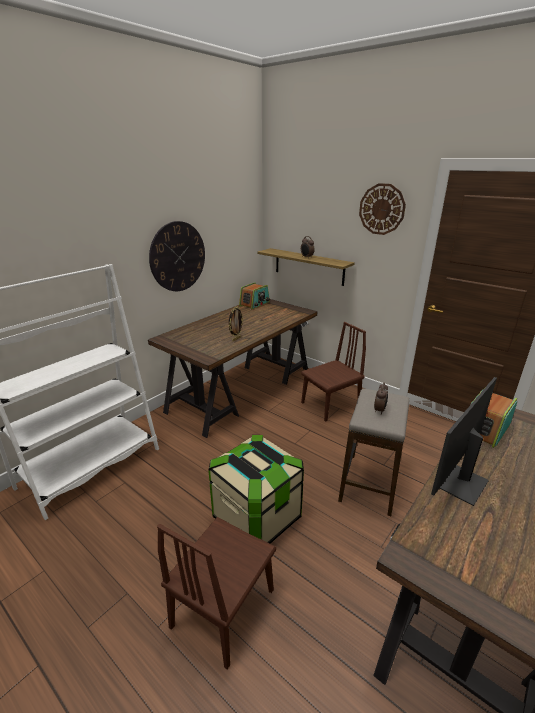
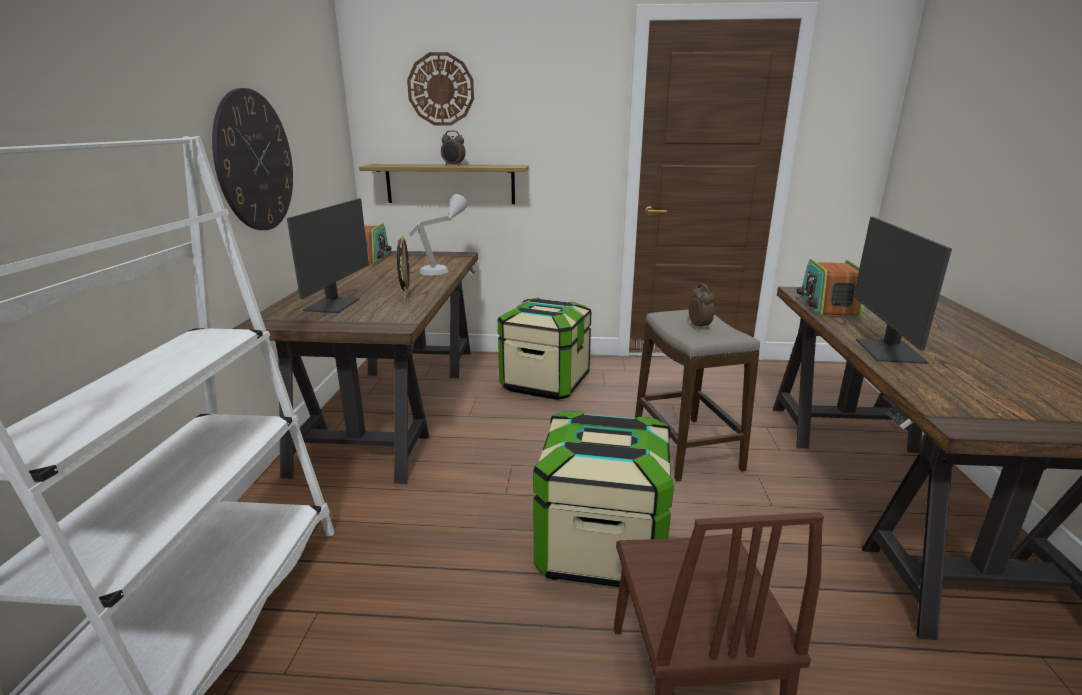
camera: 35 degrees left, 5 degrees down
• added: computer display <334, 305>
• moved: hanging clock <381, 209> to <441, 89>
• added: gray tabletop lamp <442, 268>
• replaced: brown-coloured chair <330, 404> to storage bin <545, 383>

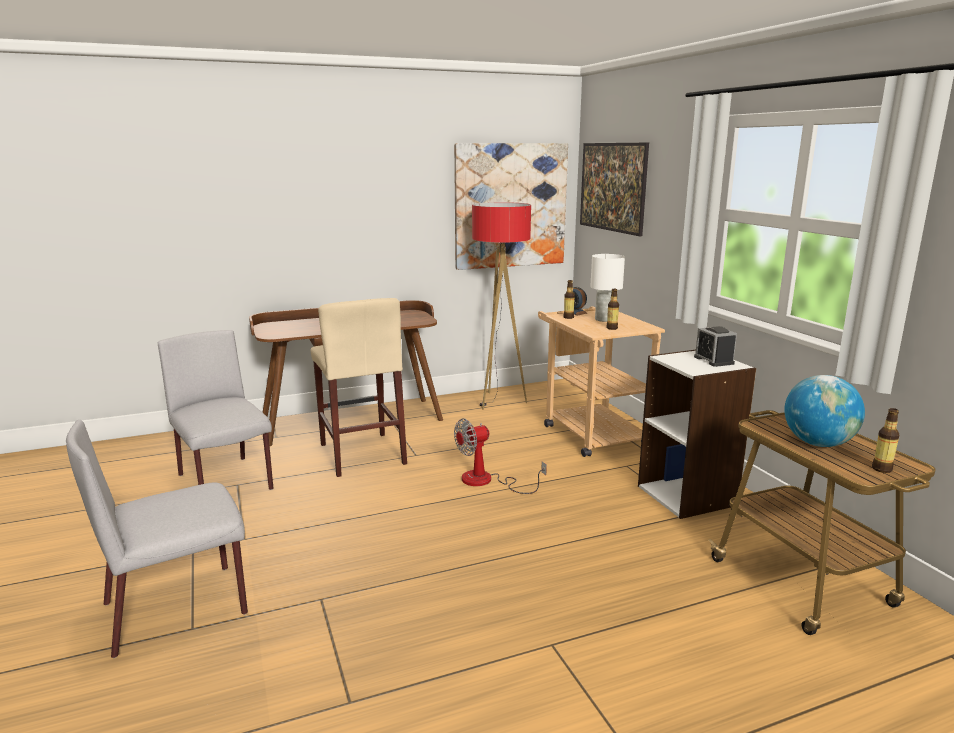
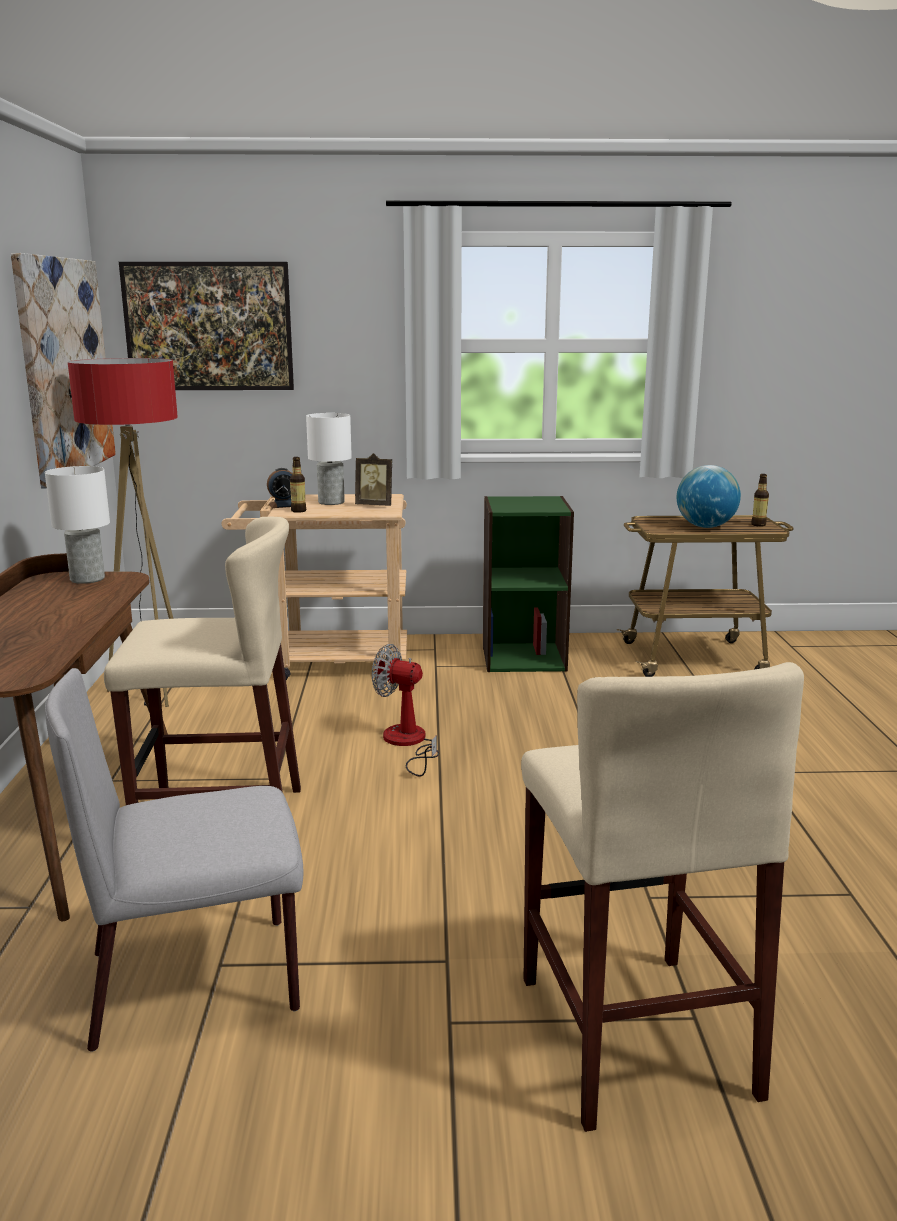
camera: 70 degrees left, 0 degrees up
• added: white tabletop lamp <86, 579>
• replaced: drink bottle <612, 328> to standing frame <375, 505>
• turned: cooling fan <487, 481> = <408, 743> 120 degrees clockwise
• recoloured: white shelving unit <687, 495> to greenish shelving unit <523, 657>
• replaced: gray chair <178, 607> to sand-coloured stool seat <634, 1035>
• removed: table clock <713, 360>

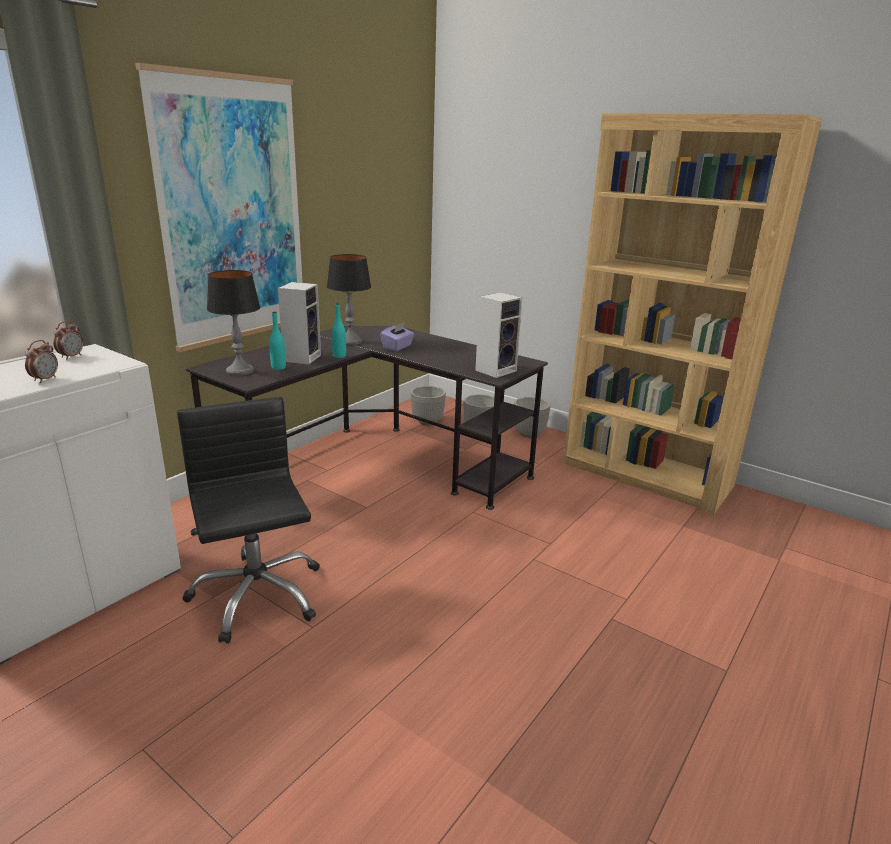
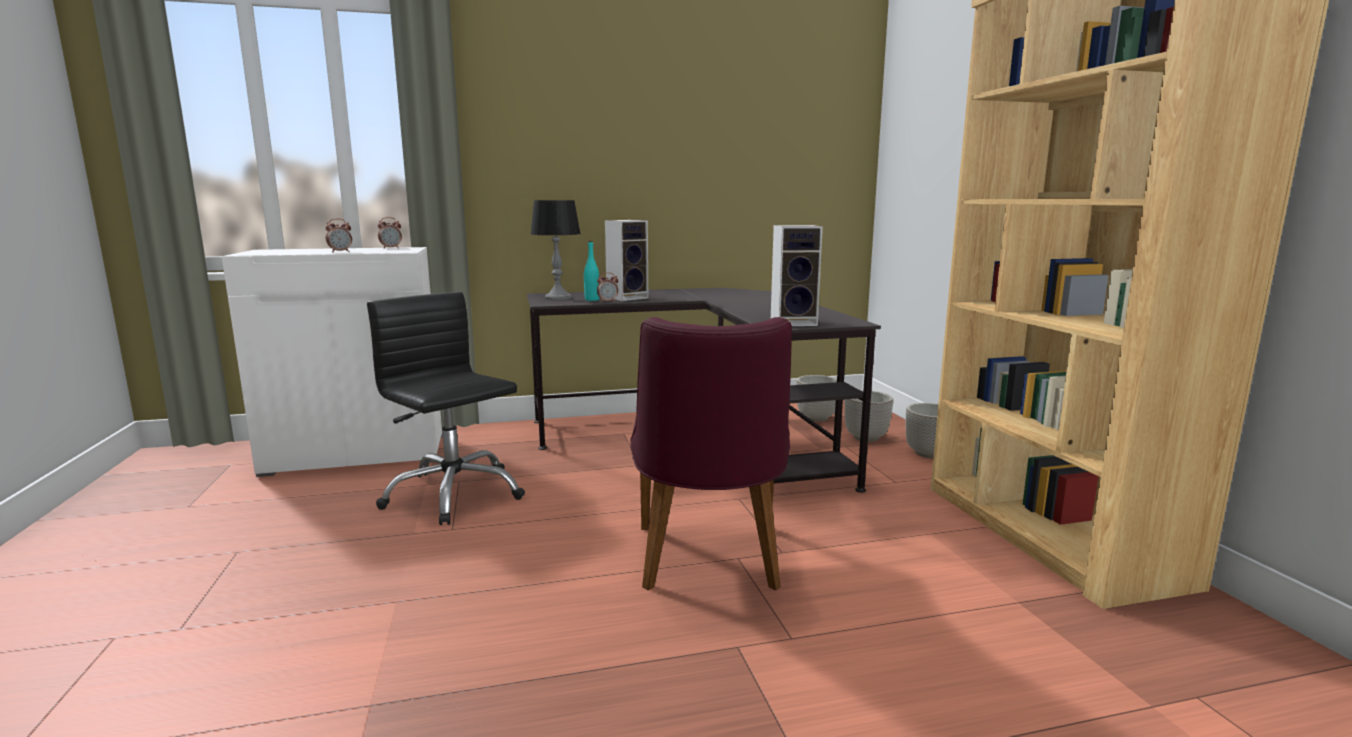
camera: 40 degrees right, 10 degrees down
• turned: black-coloured desk chair <256, 595> = <453, 494> 60 degrees counterclockwise
• added: table clock <608, 302>
• added: purple-coloured chair <708, 564>
• removed: wall picture <233, 213>
• removed: tabletop lamp <350, 342>
• removed: turquoise-coloured drink bottle <339, 356>
• removed: purple-coloured tissue box <397, 347>

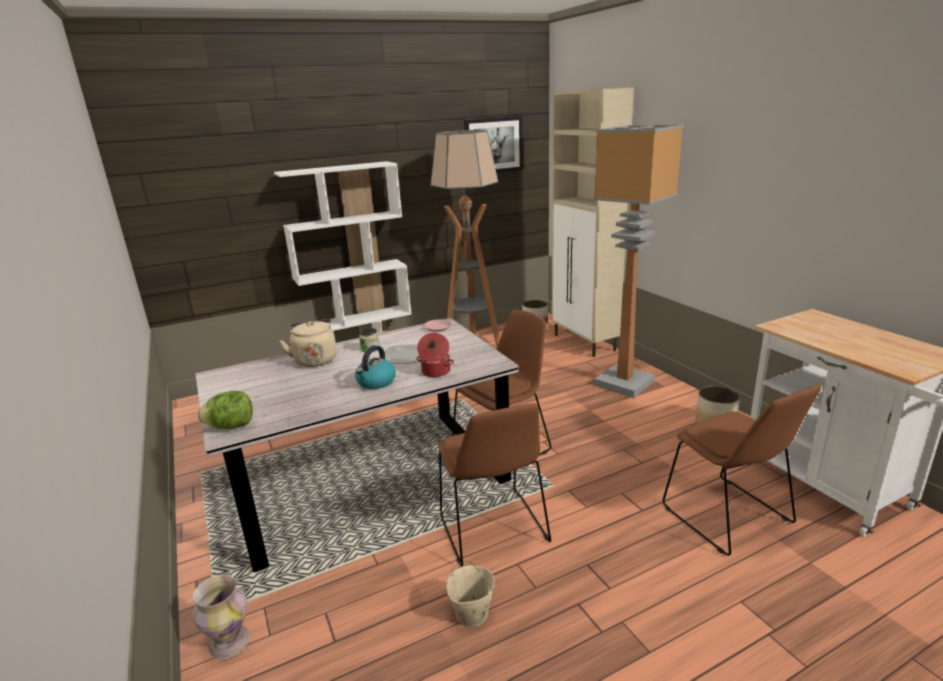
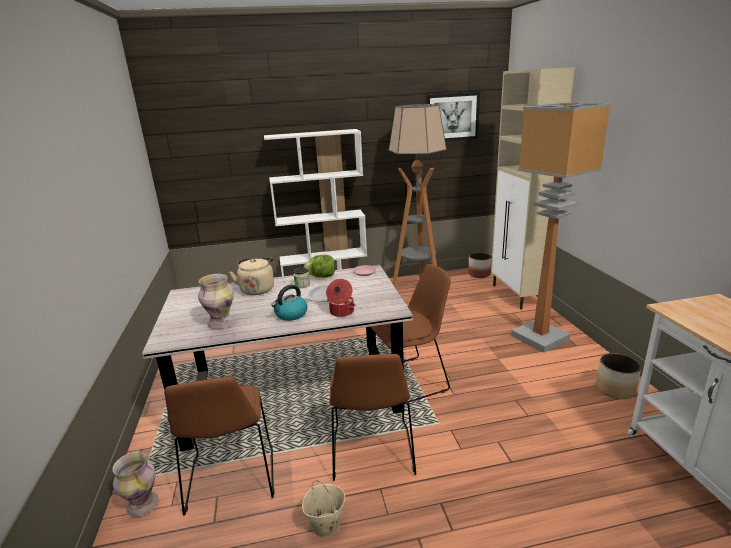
camera: 15 degrees right, 0 degrees up
• moved: brown-coloured chair <729, 517> to <231, 480>
• added: vase <222, 323>
• moved: lettuce head <231, 426> to <321, 276>

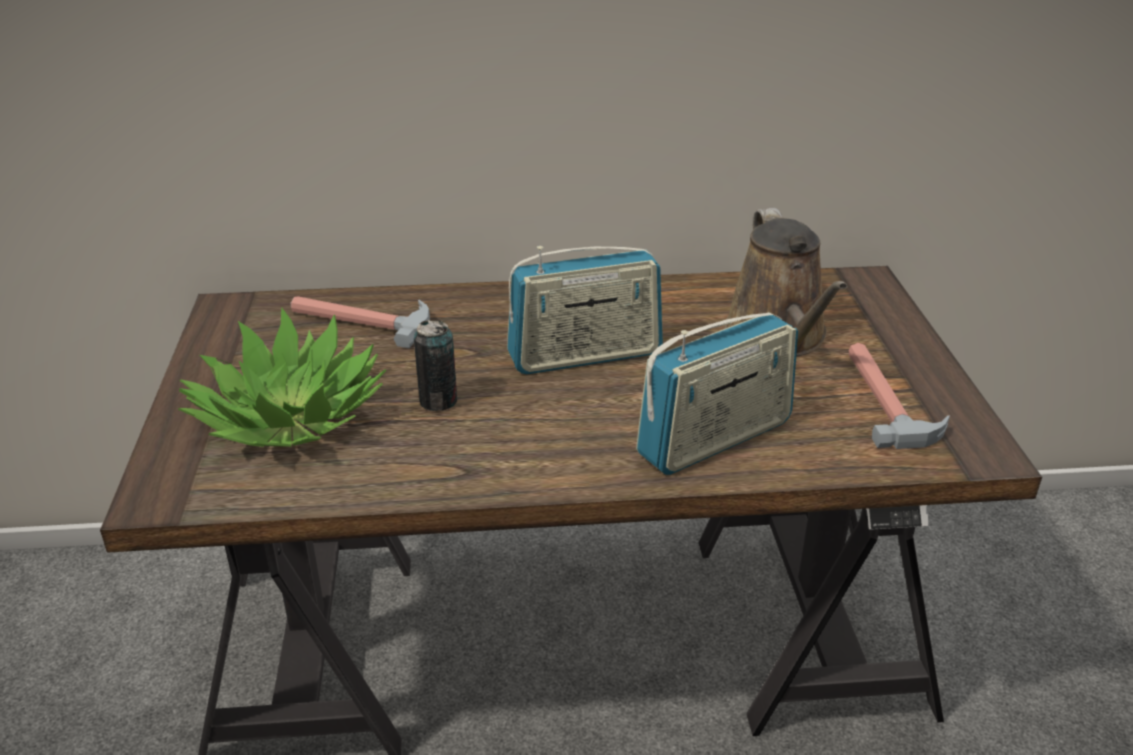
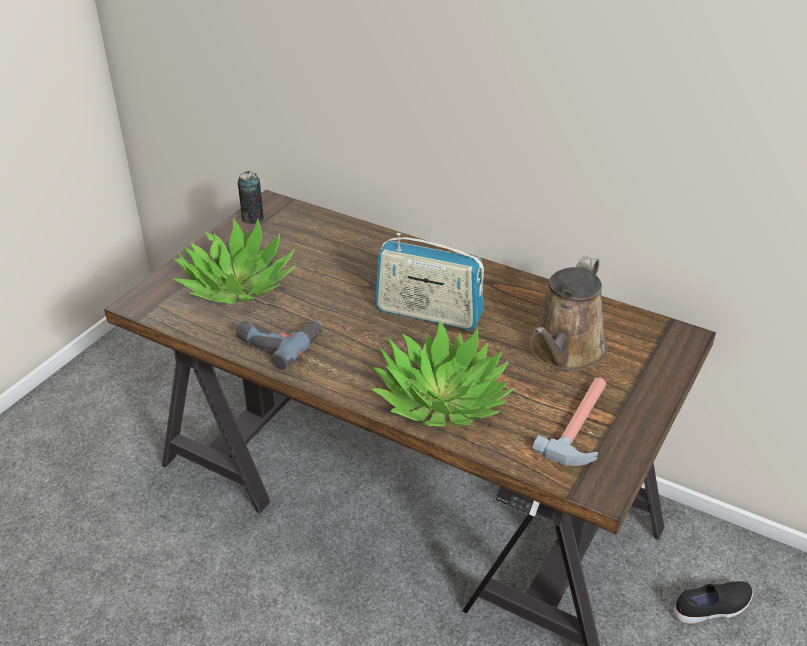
camera: 35 degrees right, 5 degrees up
• added: power drill <278, 341>
• moved: metal can <438, 401> to <253, 218>
• replaced: radio receiver <715, 439> to houseplant <441, 399>
• added: black-coloured item of footwear <712, 609>
• removed: tool hammer <361, 320>

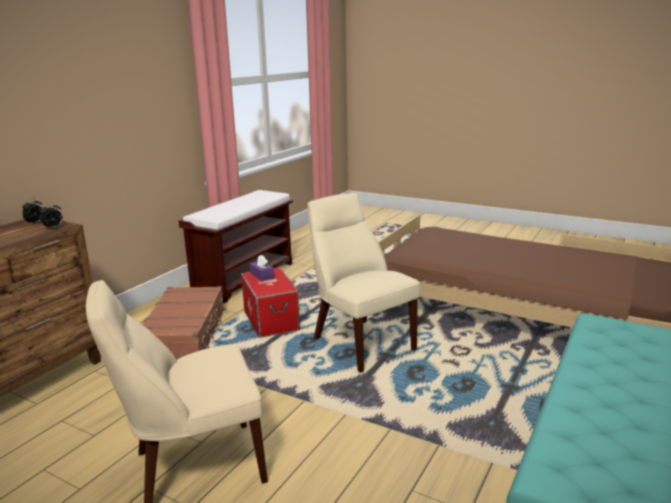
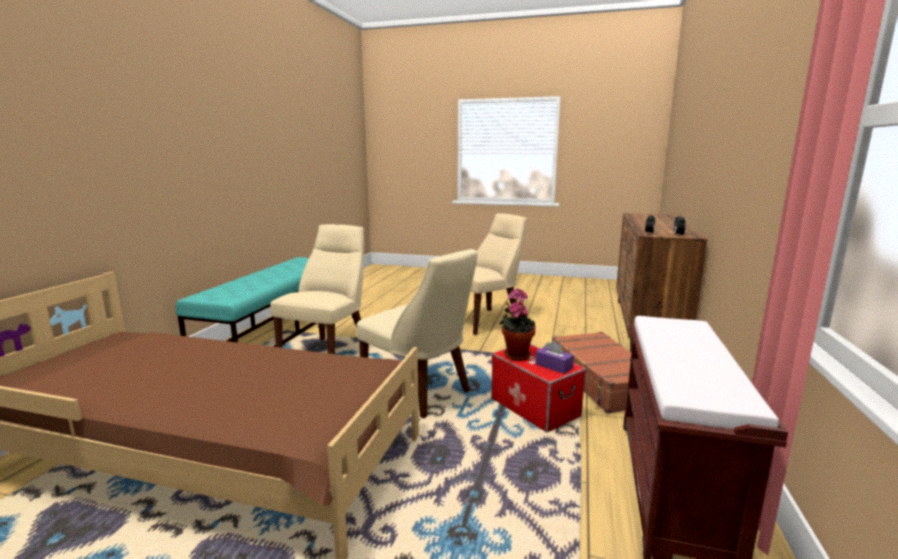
camera: 165 degrees right, 5 degrees down
• added: sand-coloured chair <329, 353>
• added: houseplant <516, 354>

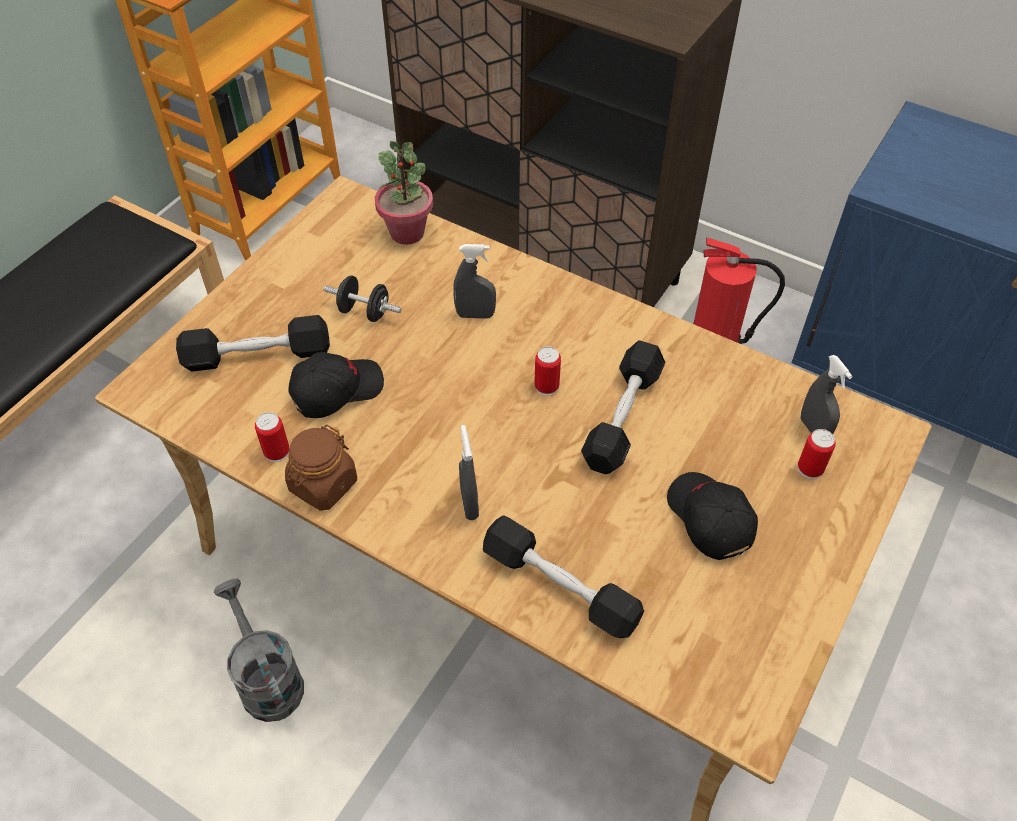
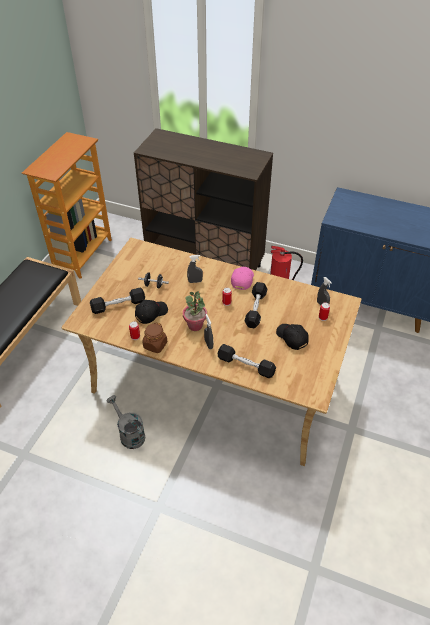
camera: 10 degrees left, 5 degrees down
• moved: houseplant <407, 232> to <195, 325>
• added: pinkish peaked cap <242, 280>

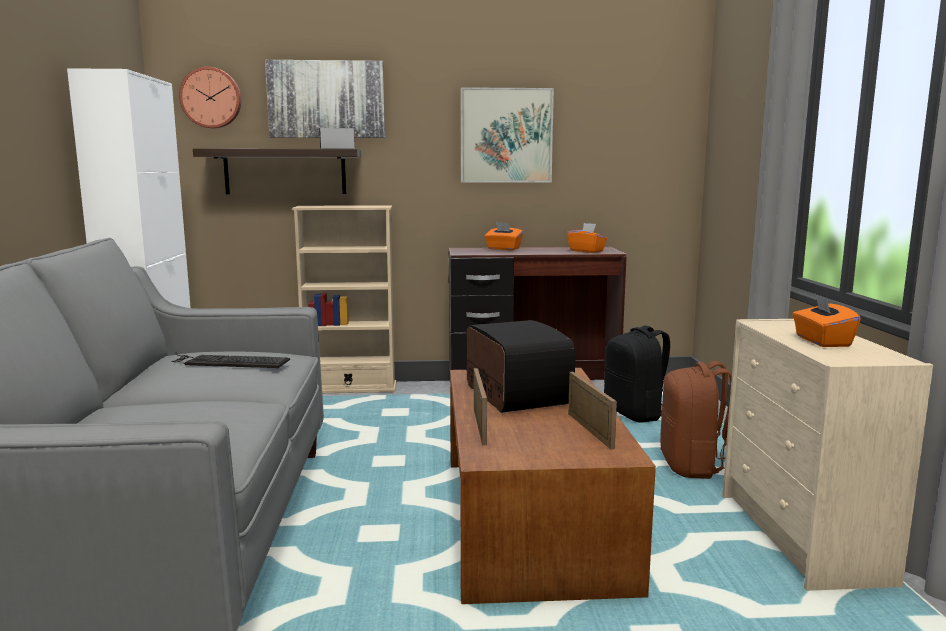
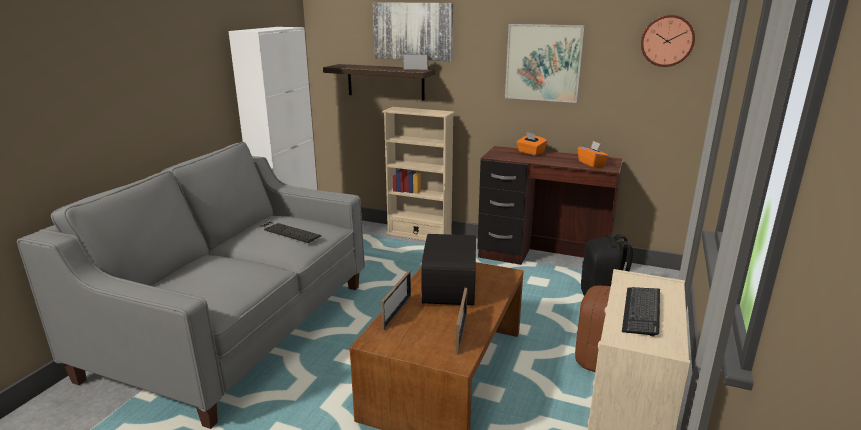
camera: 25 degrees right, 10 degrees up
• replaced: orangey tissue box <822, 341> to PC keyboard <641, 312>
• moved: hanging clock <211, 98> to <667, 40>

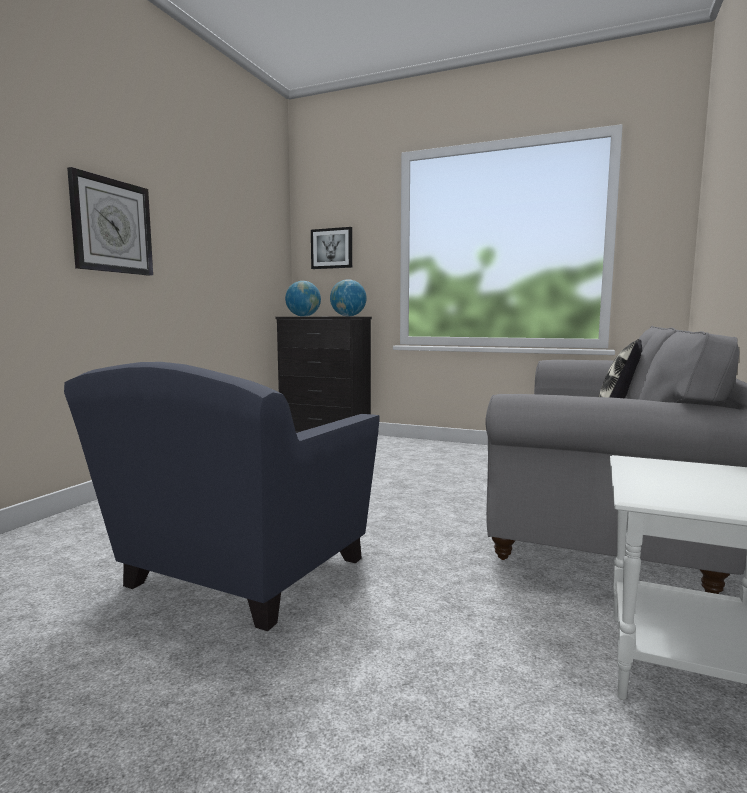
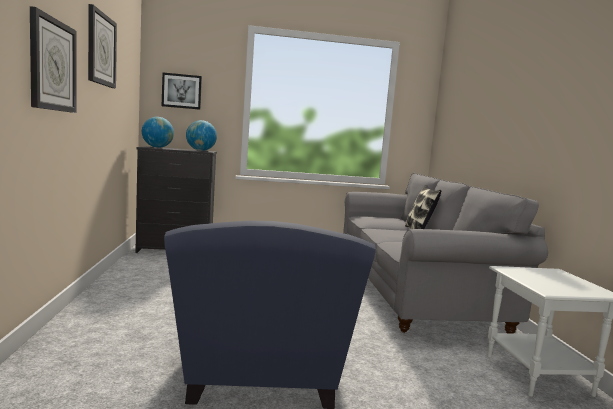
camera: 30 degrees left, 0 degrees up
• added: hanging clock <101, 49>

